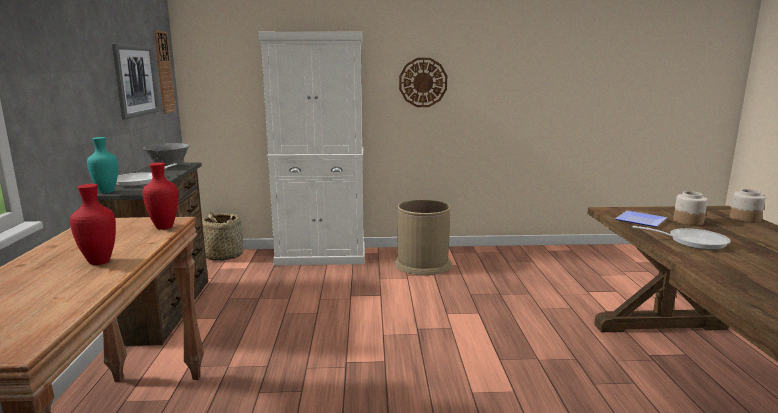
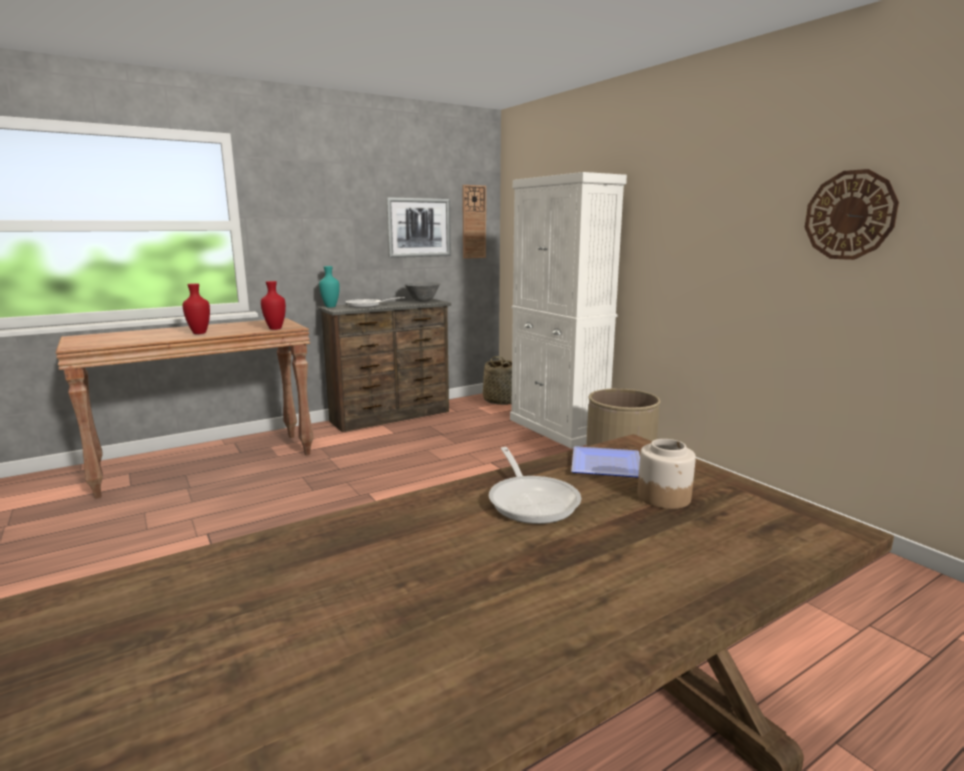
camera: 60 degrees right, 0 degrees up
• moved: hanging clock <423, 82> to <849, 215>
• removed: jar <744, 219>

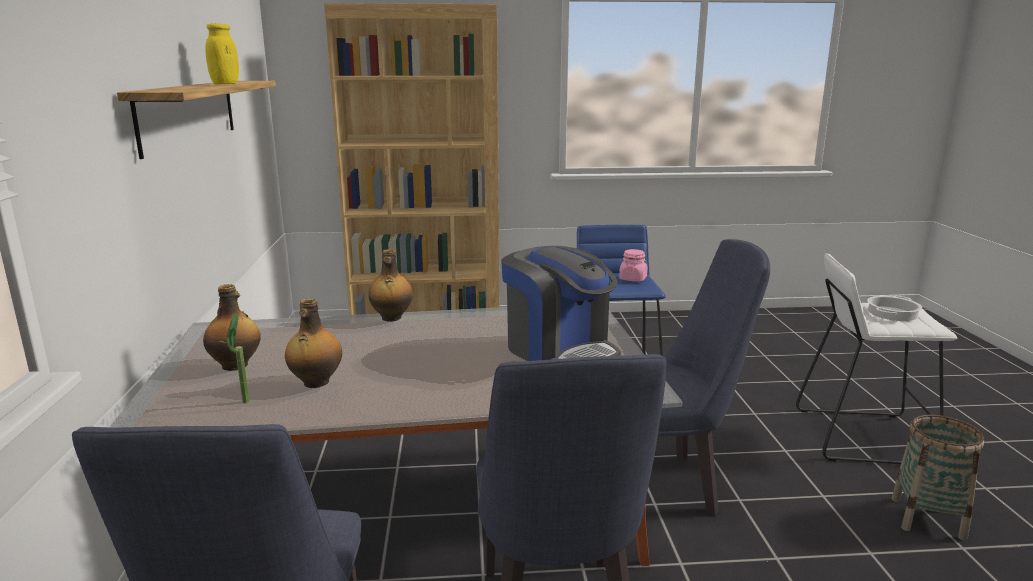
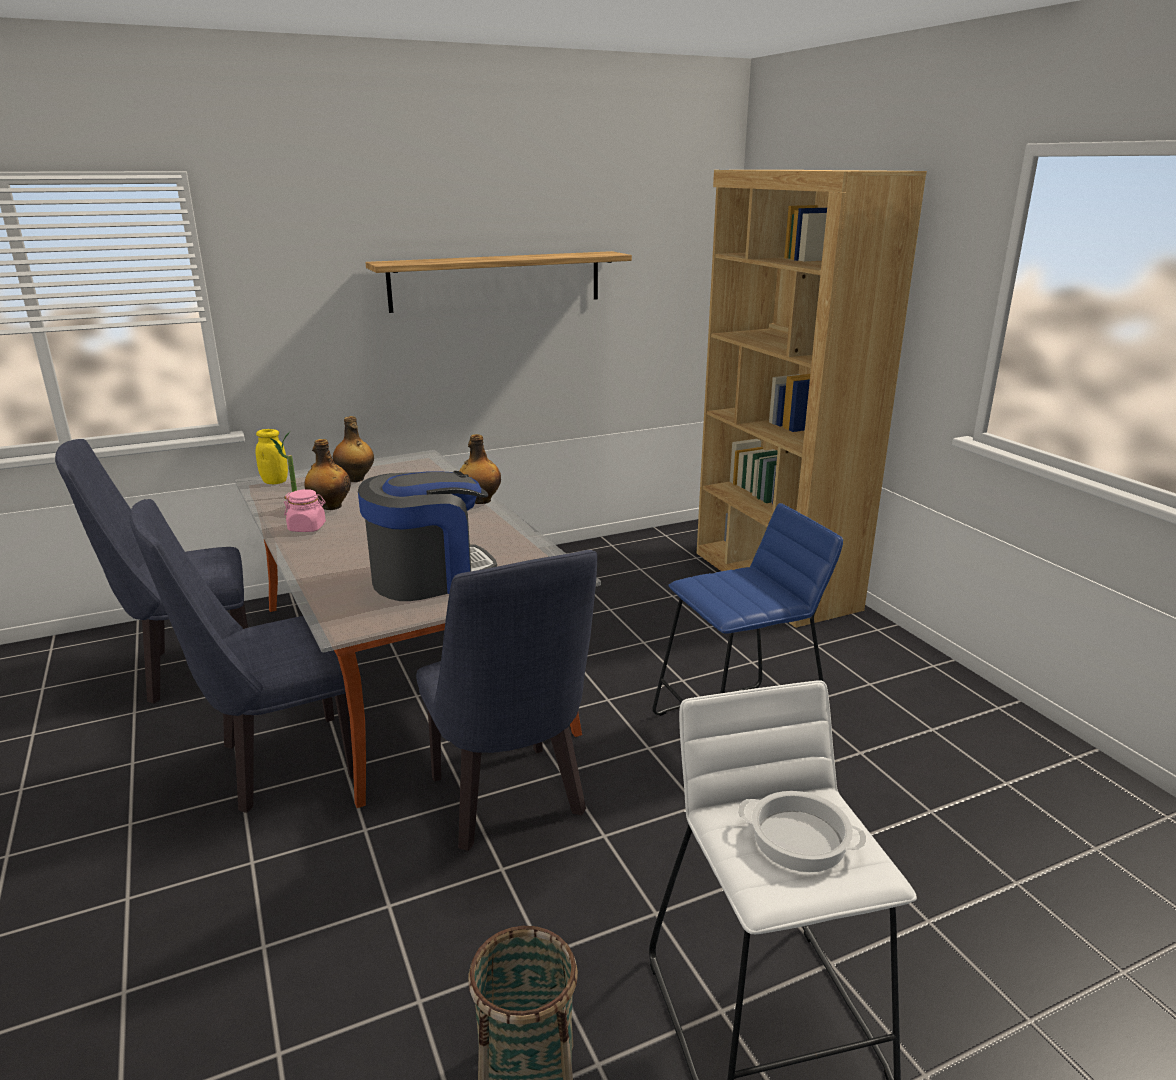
camera: 70 degrees right, 5 degrees up
• moved: yellowish jar <225, 84> to <275, 481>
• moved: pinkish jar <633, 279> to <307, 528>
• turned: coffee machine <559, 351> = <430, 577> 150 degrees counterclockwise

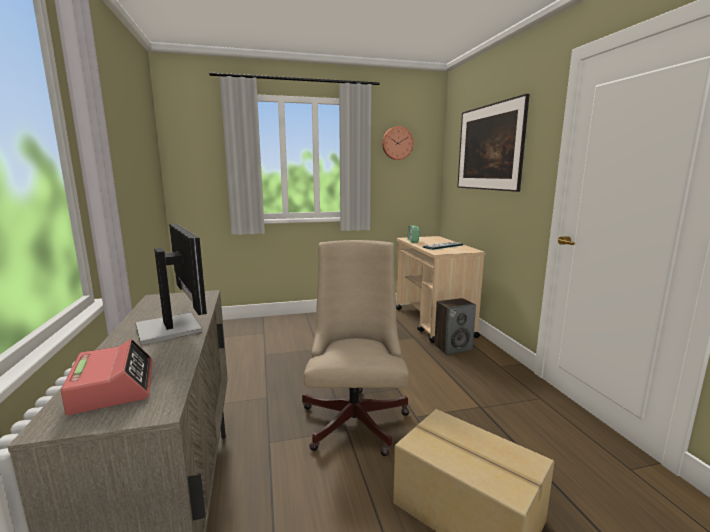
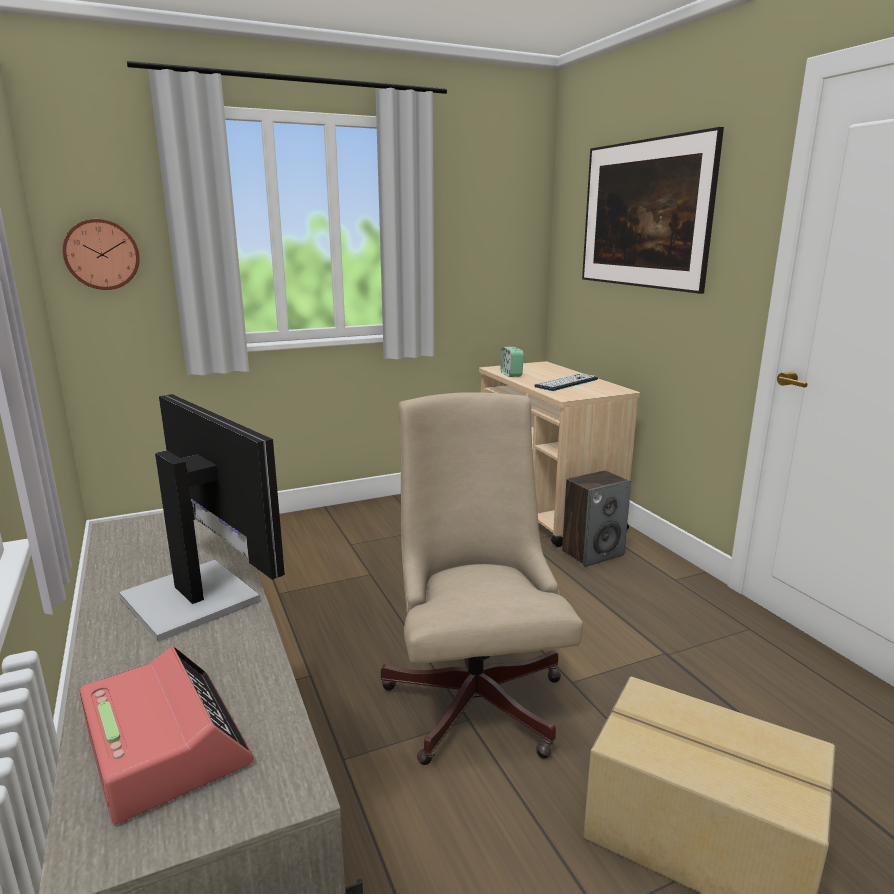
camera: 10 degrees left, 5 degrees up
• moved: hanging clock <397, 143> to <102, 254>

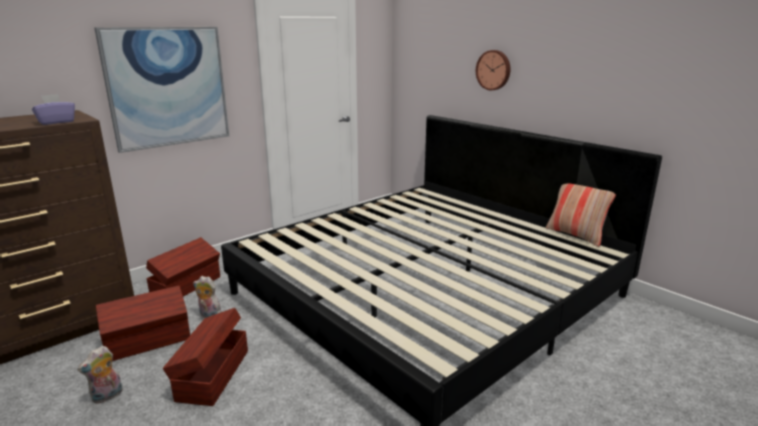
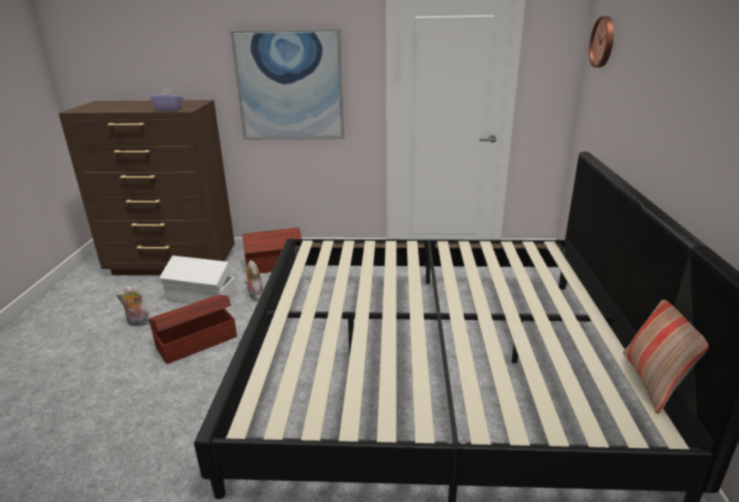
camera: 45 degrees right, 5 degrees up
• recoloured: brown-coloured storage bin <149, 341> to white storage bin <202, 297>
• moved: hanging clock <494, 70> to <604, 42>

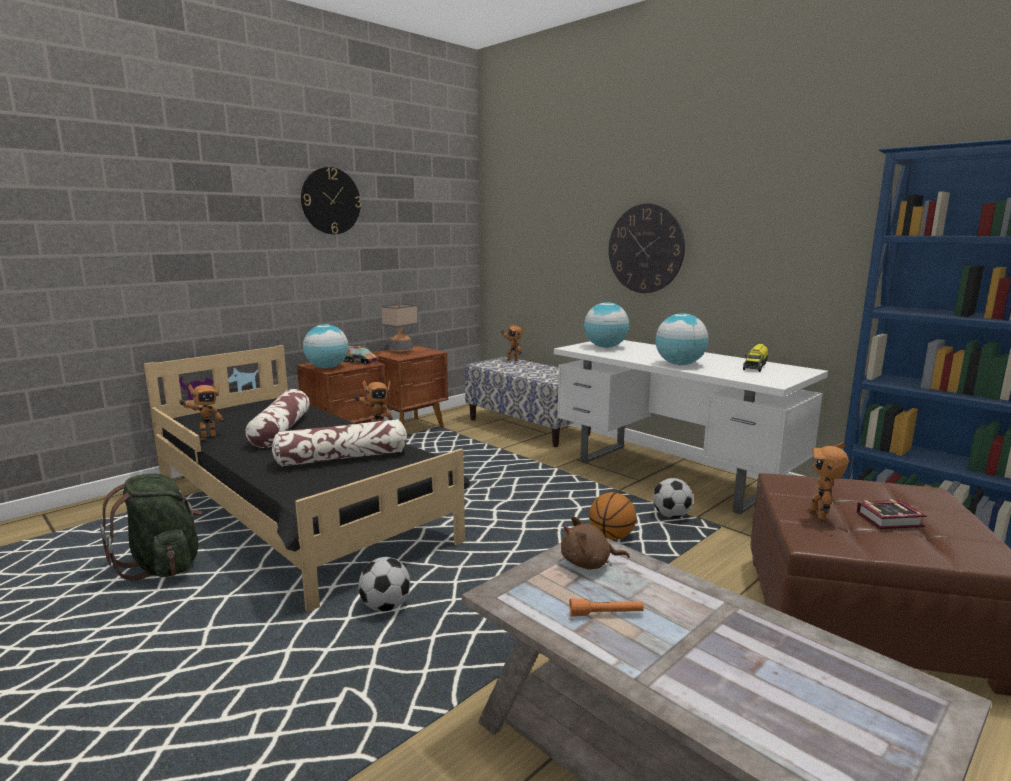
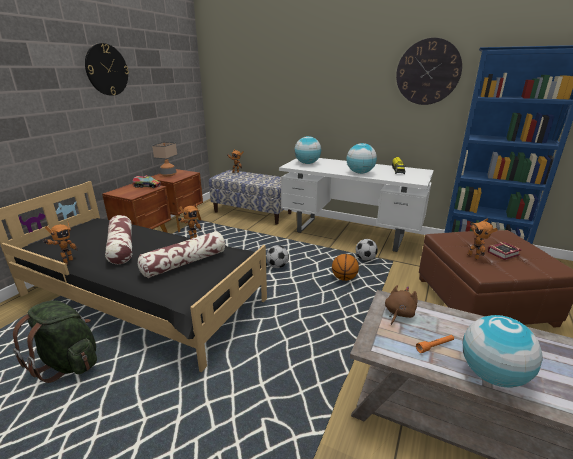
camera: 20 degrees left, 10 degrees up
• moved: ball for football <385, 606> to <277, 266>
• turned: brown-coloured plush toy <589, 563> = <398, 313> 150 degrees clockwise
• moved: hanging clock <645, 249> to <428, 72>
• moved: globe <327, 367> to <492, 375>

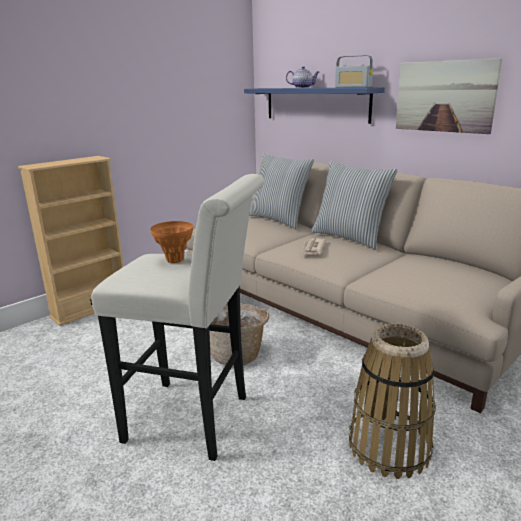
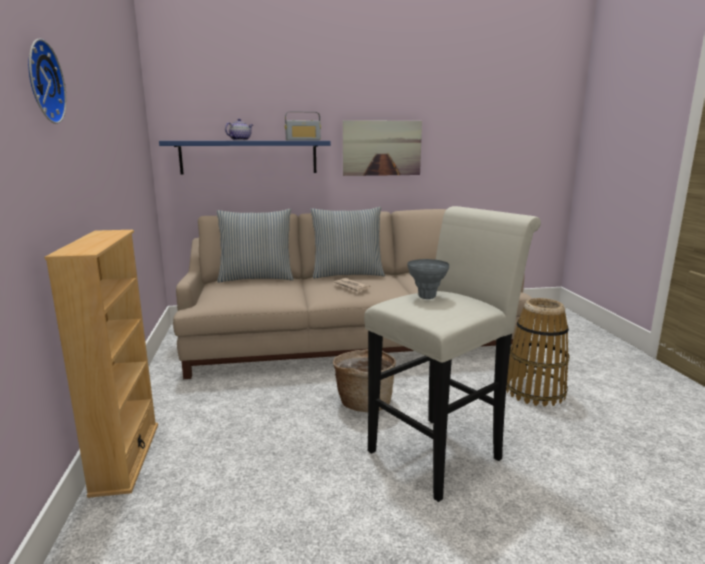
camera: 55 degrees left, 5 degrees down
• added: hanging clock <41, 82>
• recoloured: orangey vase <175, 260> to gray vase <426, 297>

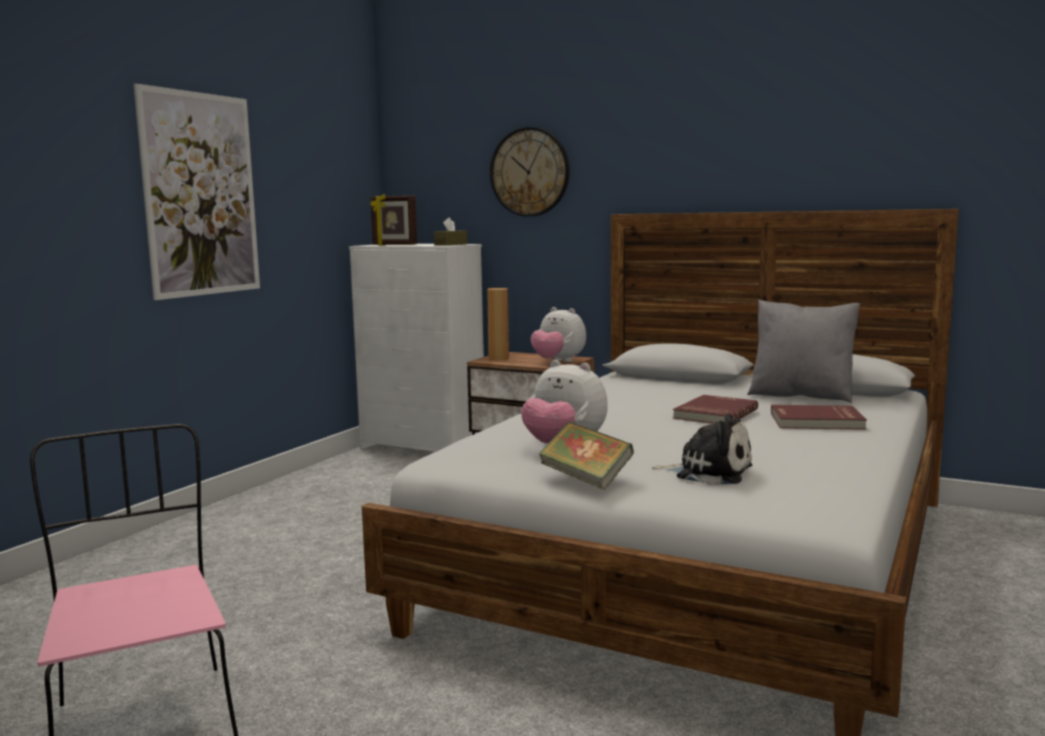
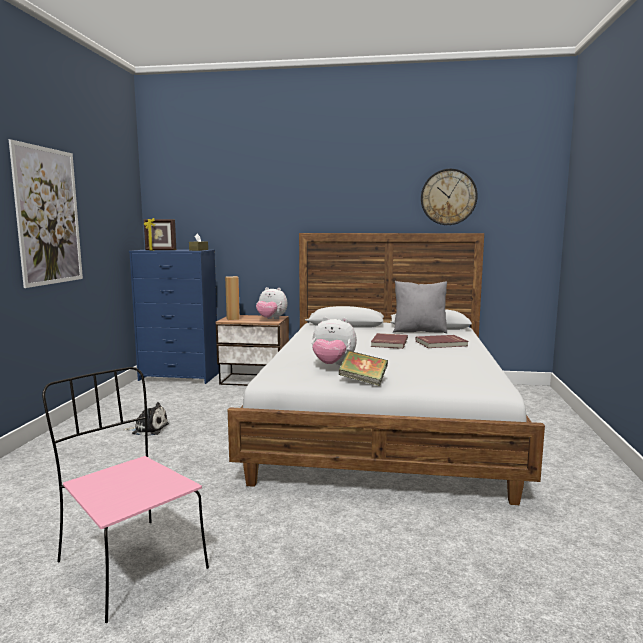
camera: 20 degrees left, 0 degrees up
• moved: plush toy <709, 472> to <148, 429>
• recoloured: white drawer chest <424, 448> to blue drawer chest <180, 377>
• moved: hanging clock <530, 172> to <448, 197>

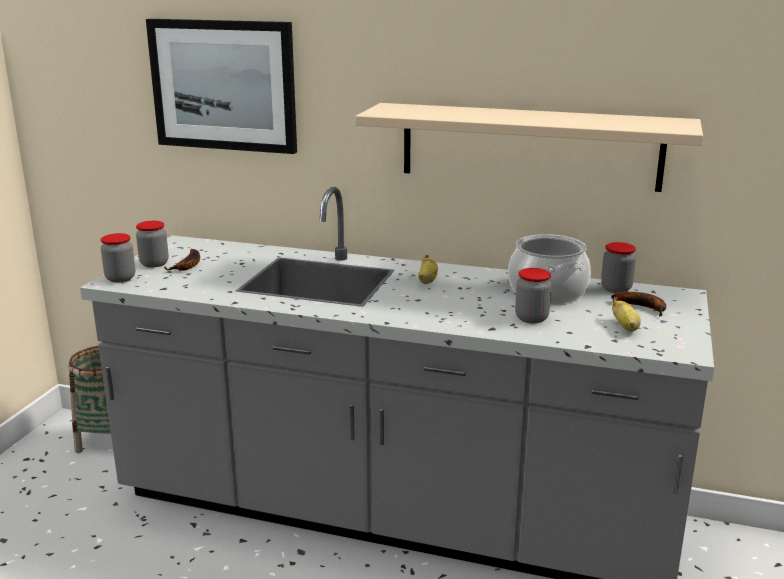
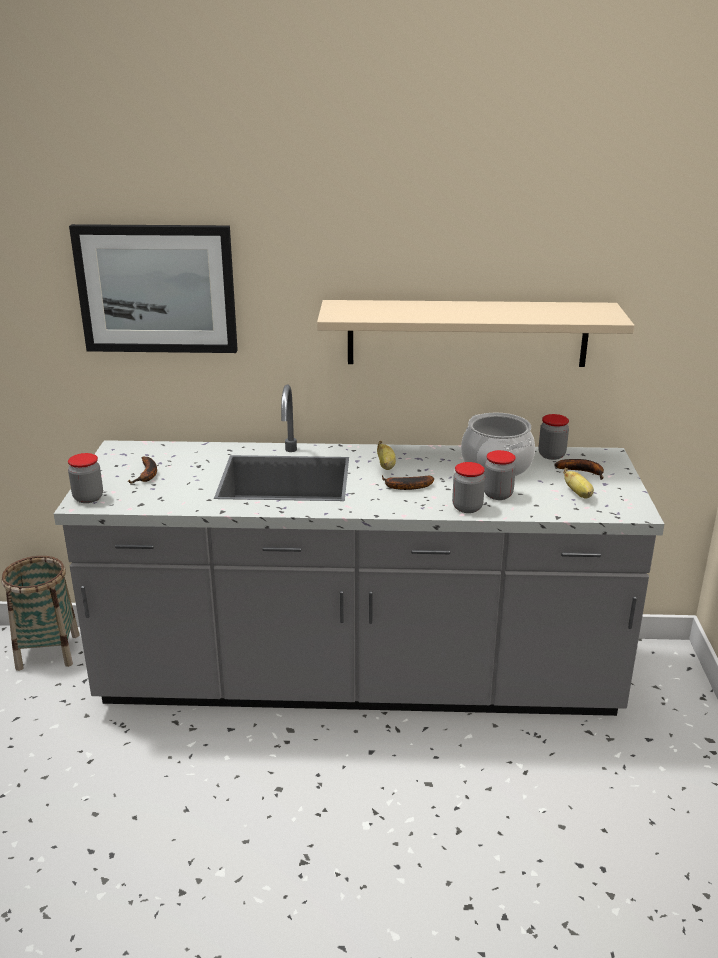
camera: 15 degrees left, 5 degrees up
• added: banana <405, 487>
• moved: jar <154, 263> to <467, 507>

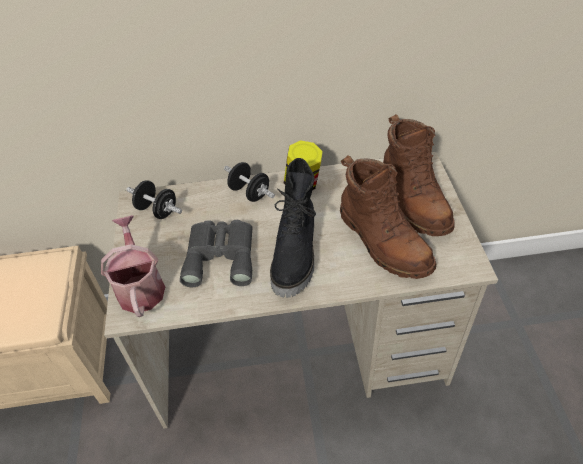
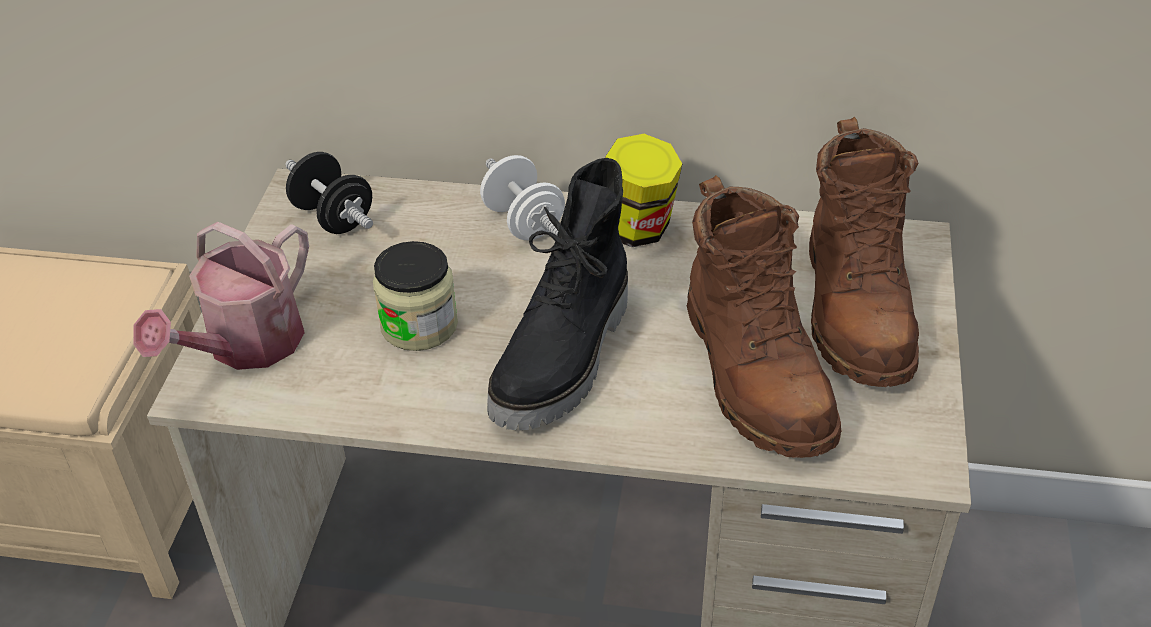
camera: 15 degrees right, 5 degrees down
• turned: watering pot <140, 286> = <245, 346> 150 degrees counterclockwise
• replaced: gray binoculars <221, 255> to jar <419, 325>
• recoloured: black-coloured hand weight <249, 193> to white hand weight <523, 222>

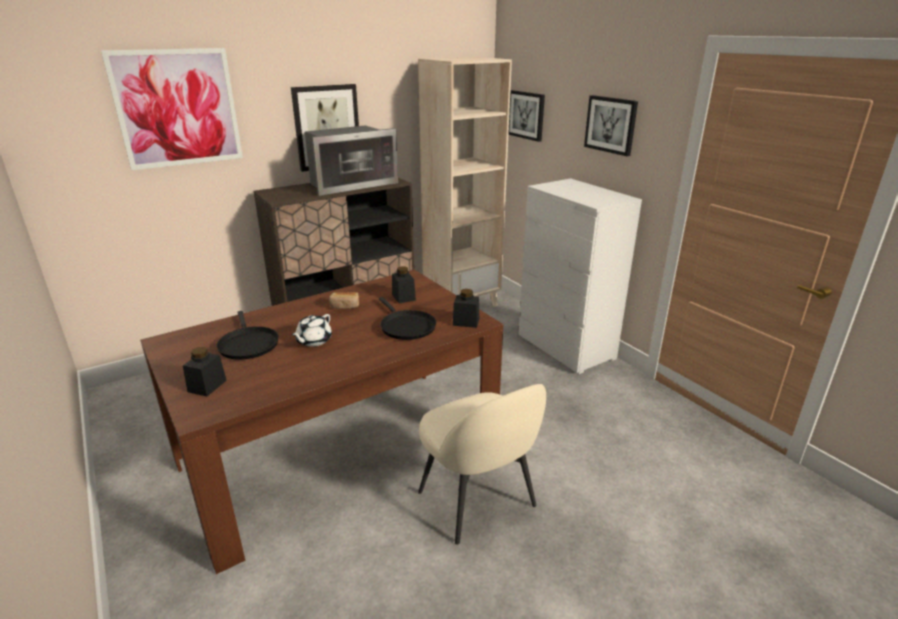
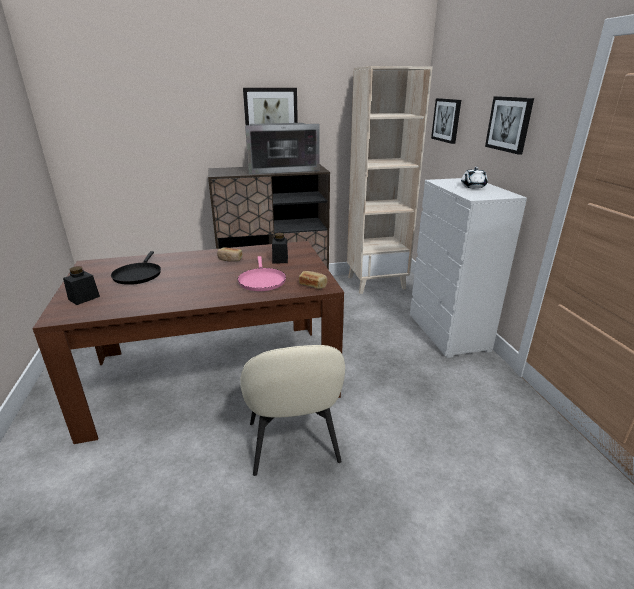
camera: 20 degrees right, 0 degrees up
• recoloured: black-coloured pan <406, 326> to pinkish pan <261, 281>
• replaced: black-coloured jar <466, 322> to baked bread <313, 285>
• moved: white tea pot <313, 341> to <472, 187>
• removed: wall picture <177, 108>

